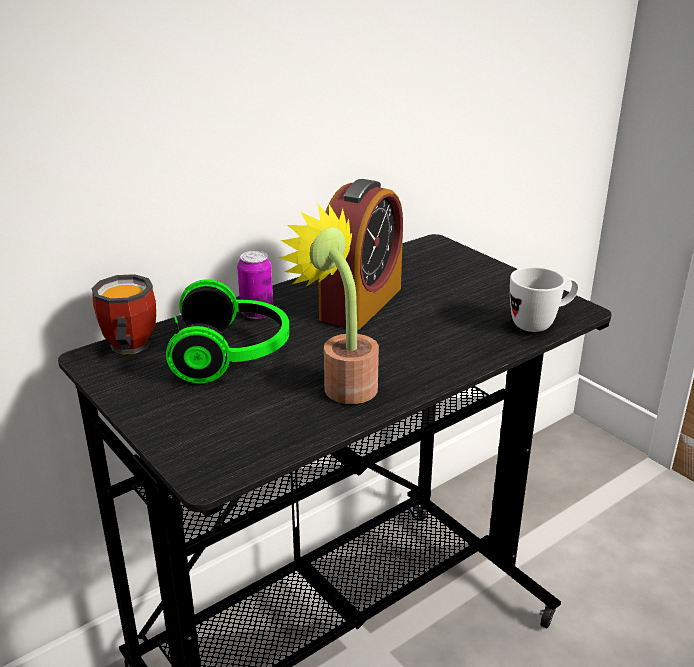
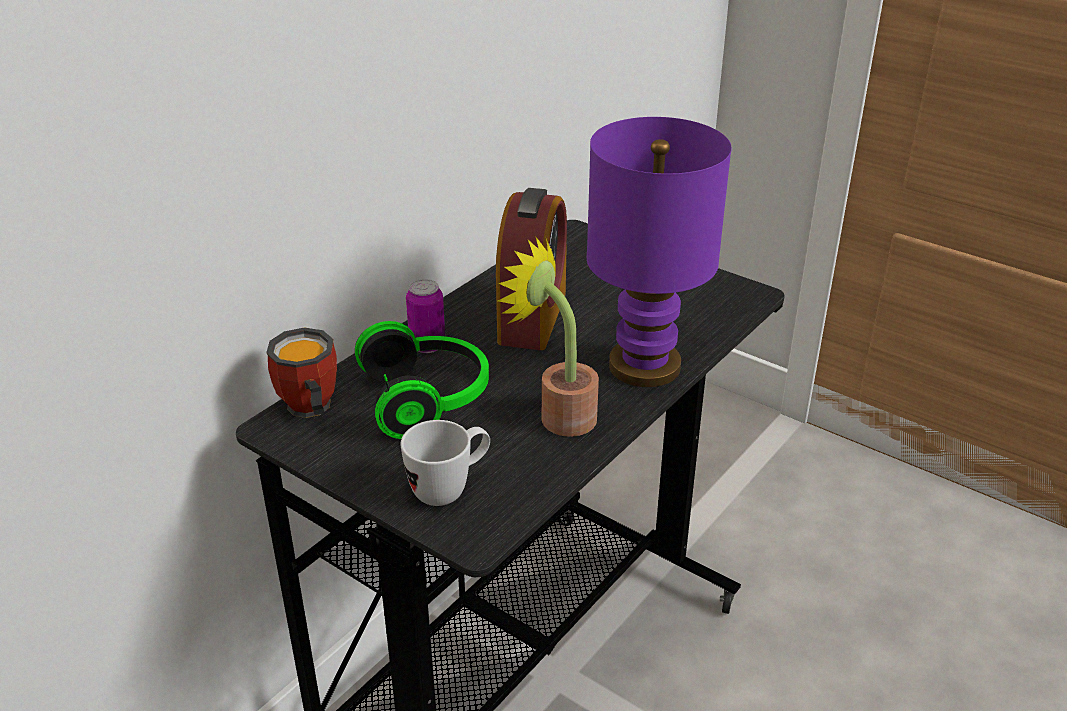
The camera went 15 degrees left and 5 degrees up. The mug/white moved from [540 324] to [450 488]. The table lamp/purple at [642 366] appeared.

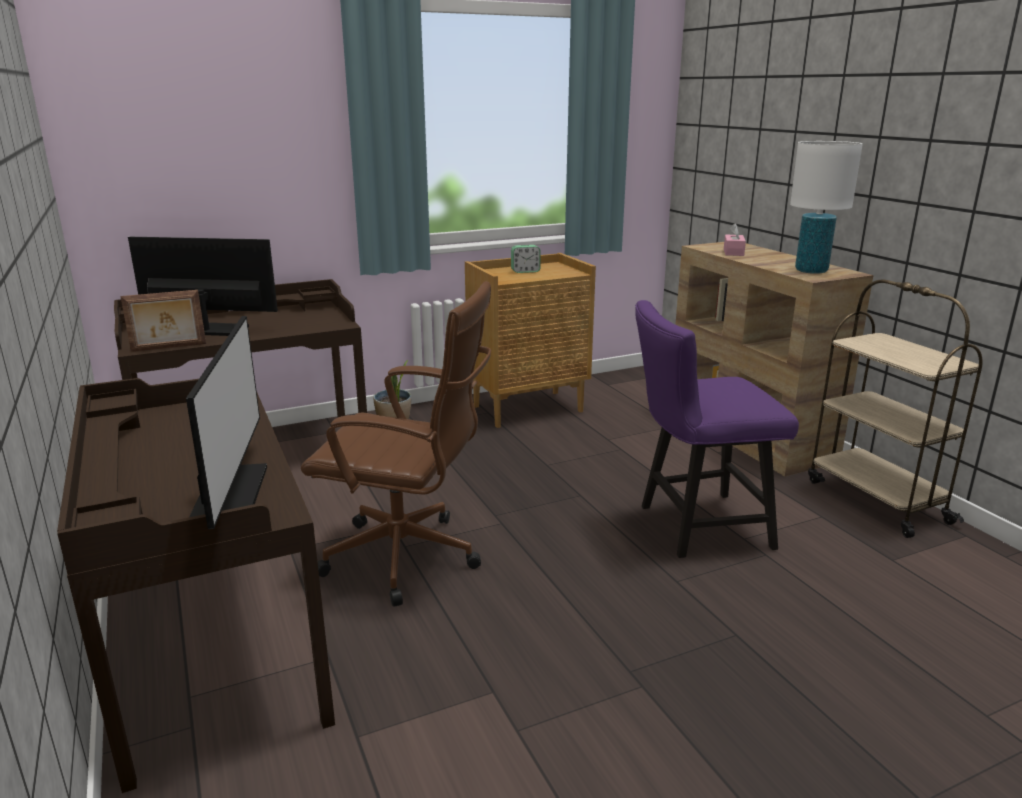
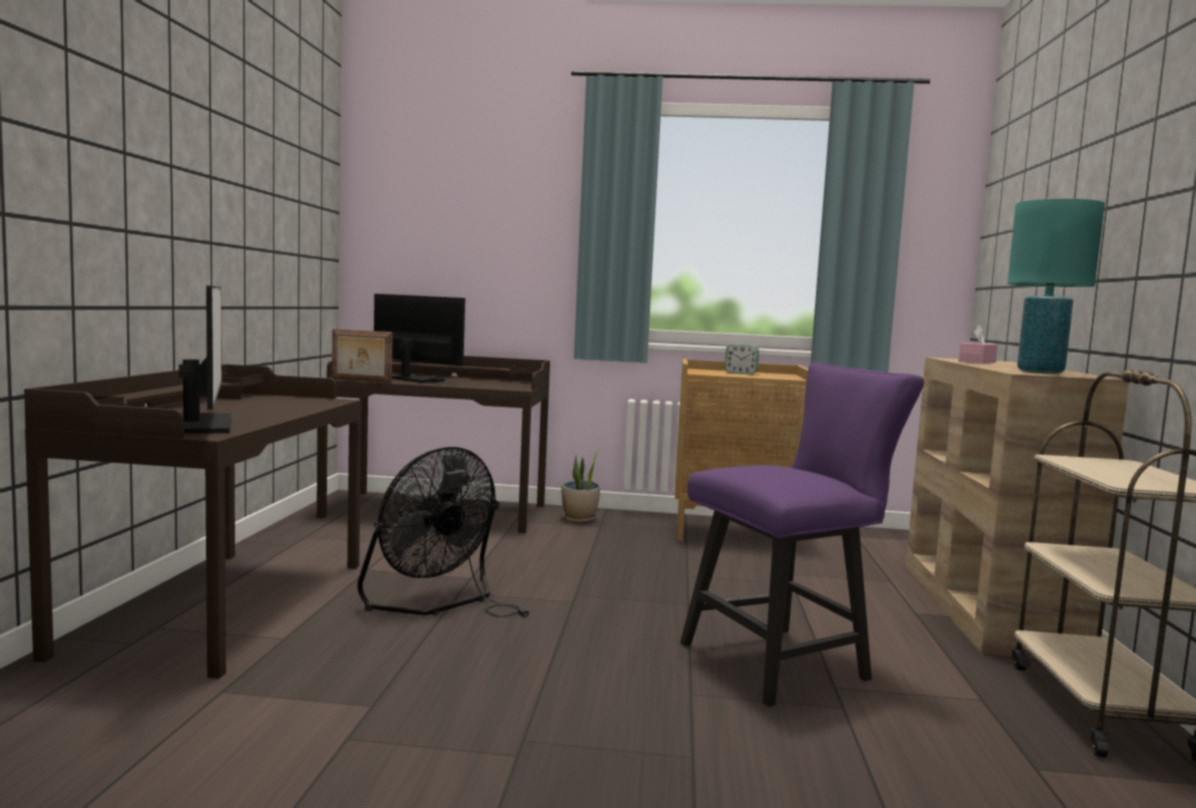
The camera went 30 degrees right and 15 degrees down. The monitor at [229 495] turned 45 degrees counterclockwise. The office chair/brown at [409 558] was replaced by the fan/black at [450 600]. The chair/purple at [695 527] turned 135 degrees clockwise. The table lamp/white at [811 271] became the table lamp/turquoise at [1040 372].

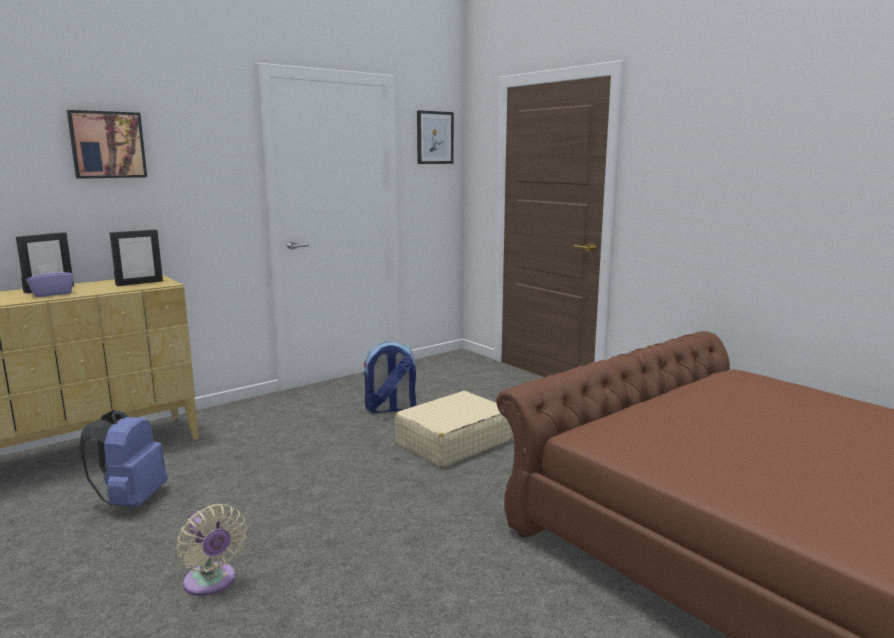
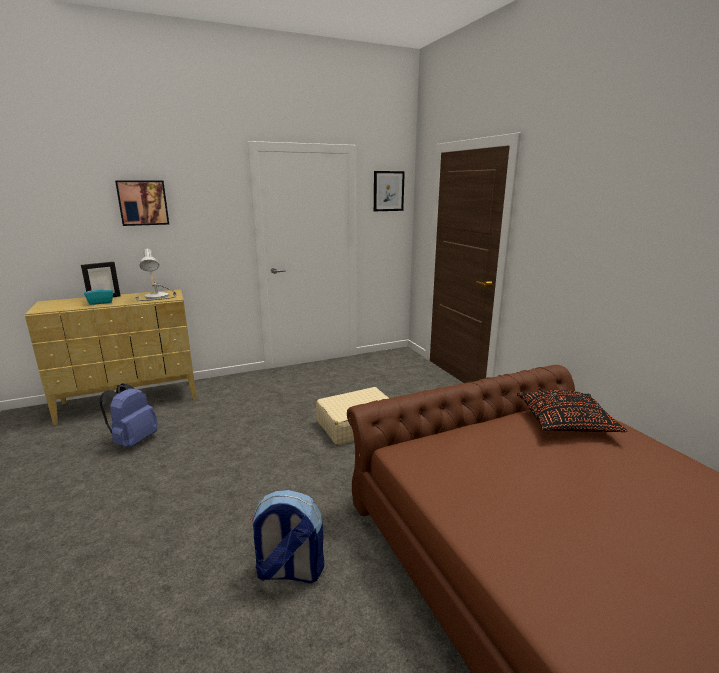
The camera went 15 degrees right and 5 degrees up. The tissue box/purple at [52 294] became the tissue box/turquoise at [101 302]. The picture frame at [139 283] was replaced by the table lamp at [159 296]. The fan/beige at [211 583] disappeared. The backpack moved from [390 409] to [289 571]. The pillow/black at [565 423] appeared.

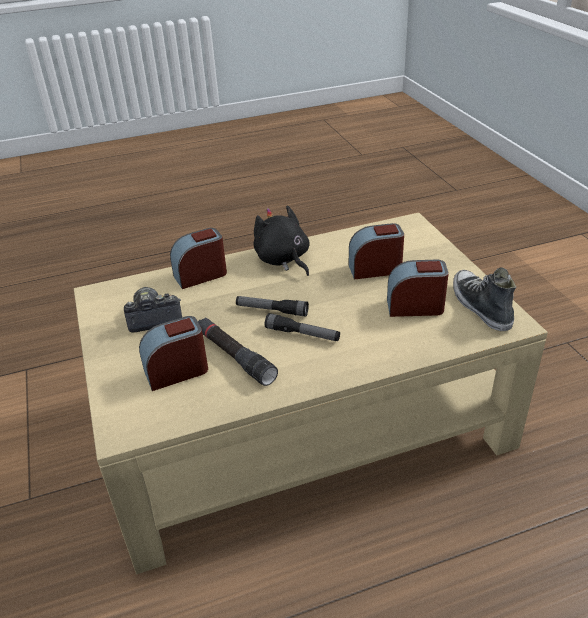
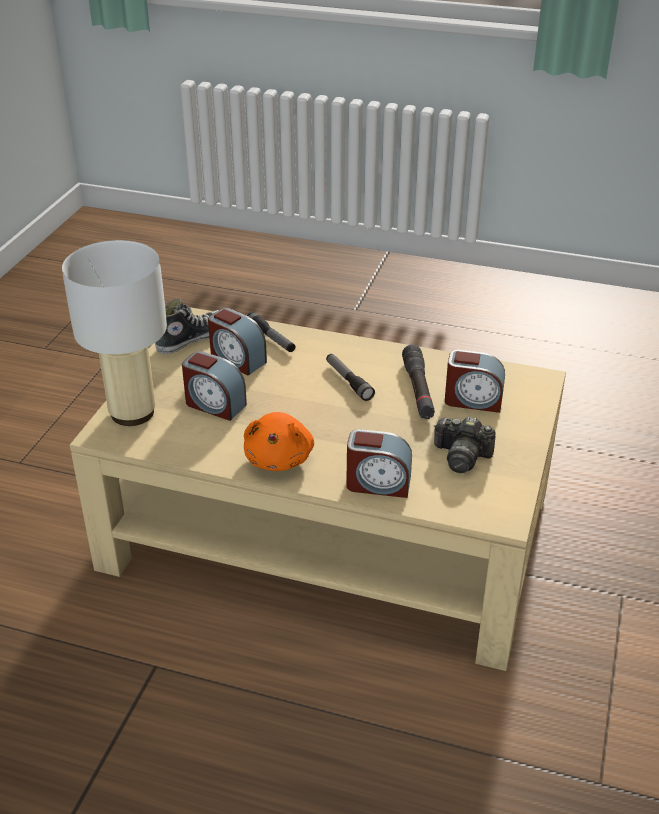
The camera went 145 degrees left and 0 degrees up. The flashlight moved from [272 310] to [271 339]. The plush toy/black at [283 260] became the plush toy/orange at [279 458]. The shoe at [480 306] turned 150 degrees counterclockwise. The table lamp/white at [133 414] appeared.

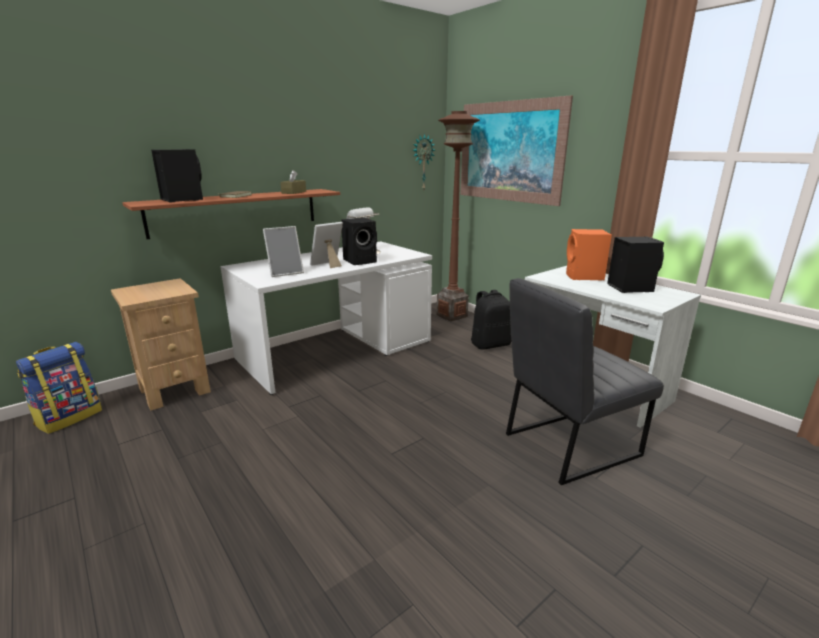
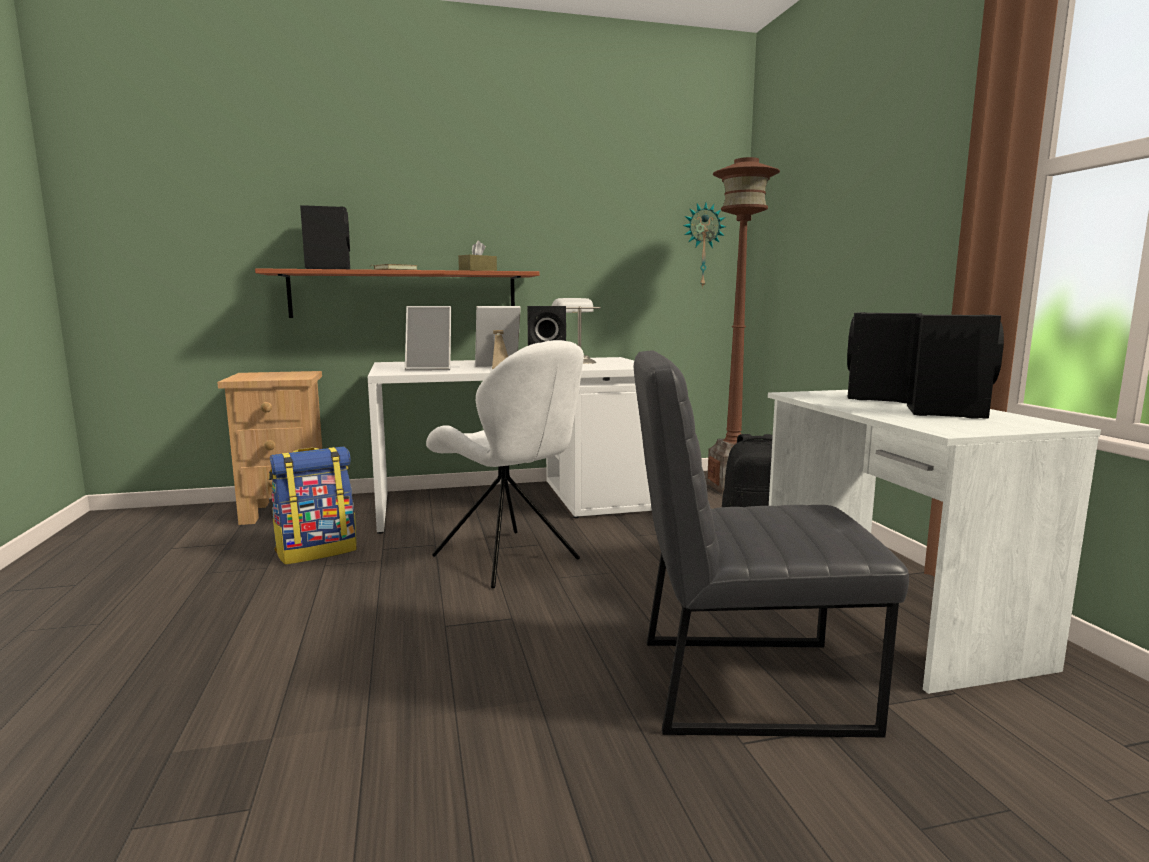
The camera went 25 degrees right and 10 degrees down. The backpack moved from [69 417] to [317 551]. The picture at [509 152] disappeared. The speaker/orange at [584 277] became the speaker/black at [879 398]. The chair/white at [508 559] appeared.

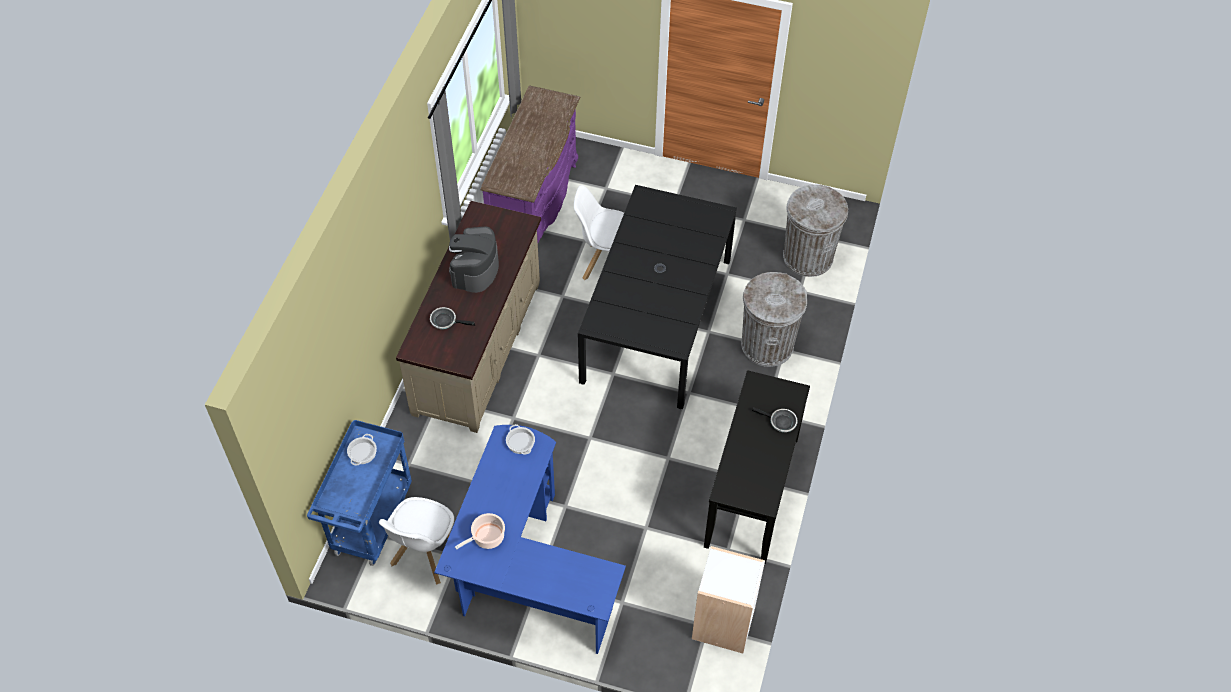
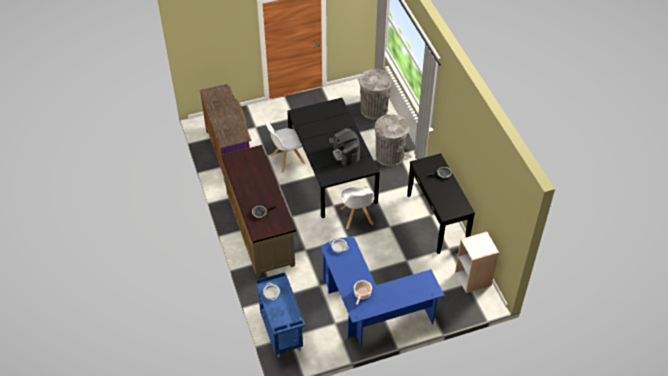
The camera went 35 degrees left and 5 degrees down. The chair/white moved from [425 555] to [357 218]. The coffee machine moved from [474 270] to [346 153].

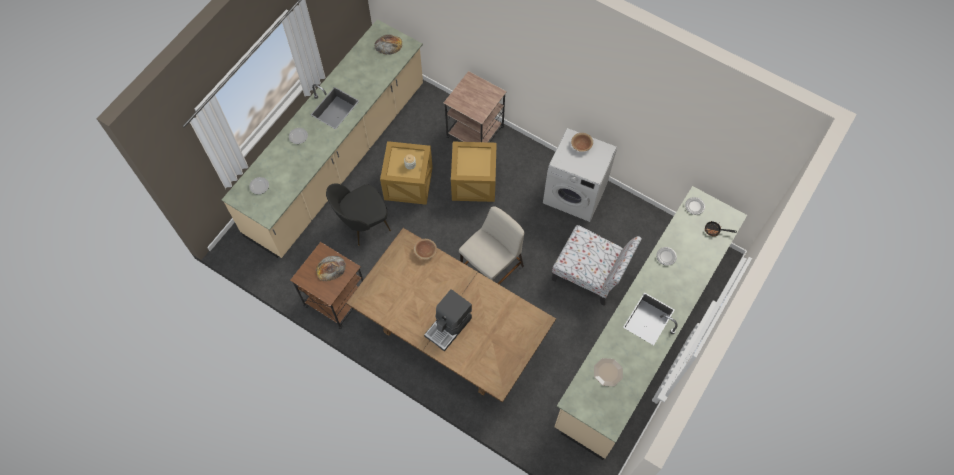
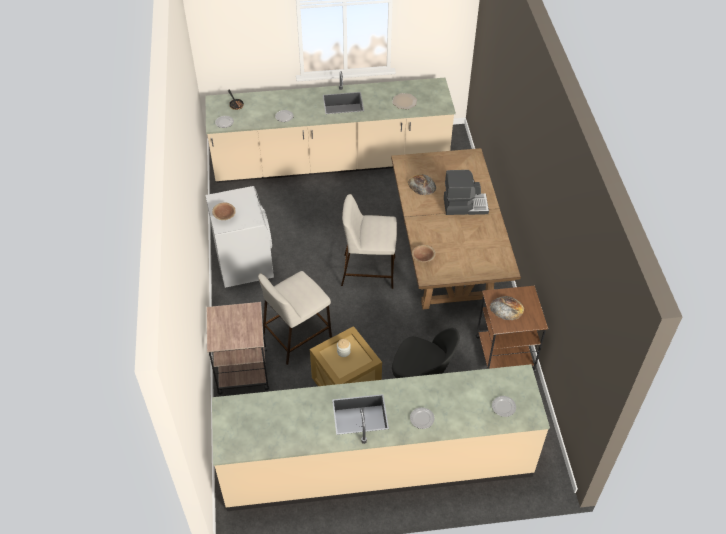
The camera went 130 degrees left and 15 degrees down. The bread moved from [388 44] to [422 185]. The crate at [474 182] was replaced by the stool/beige at [297 335]. The chair at [590 274] disappeared.

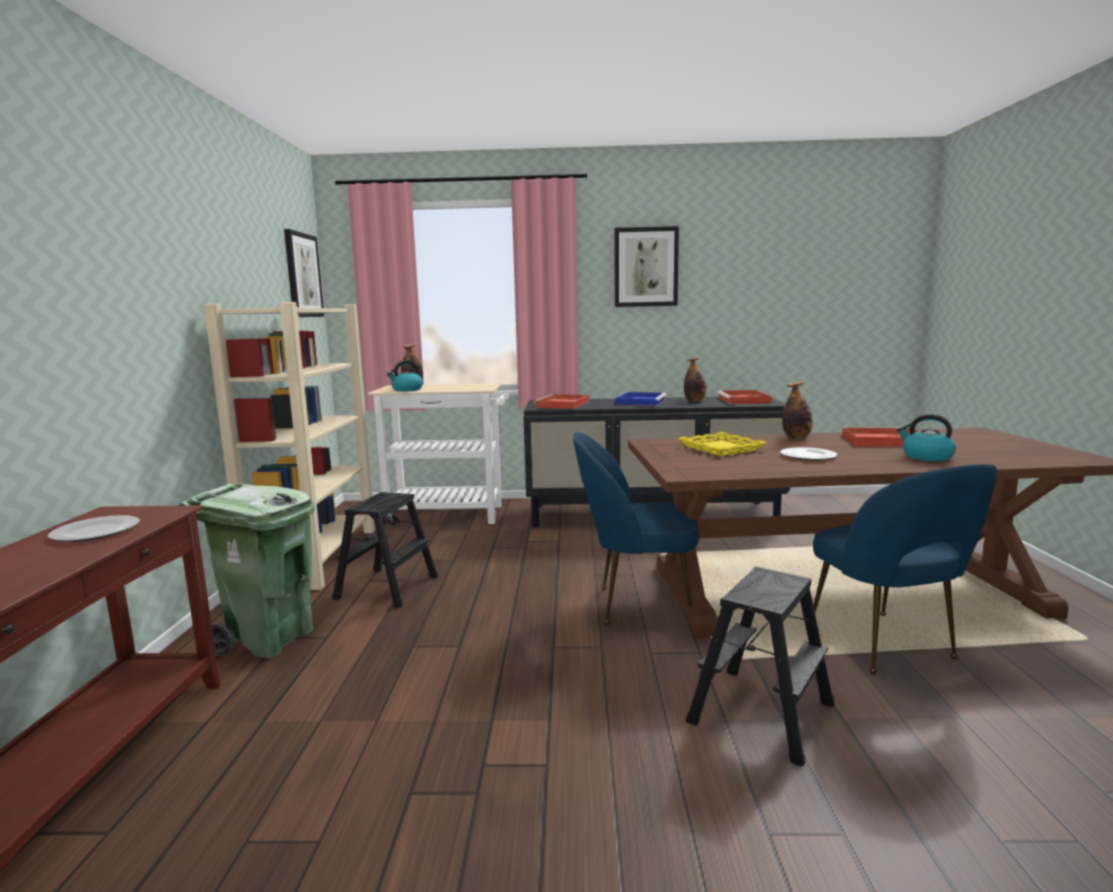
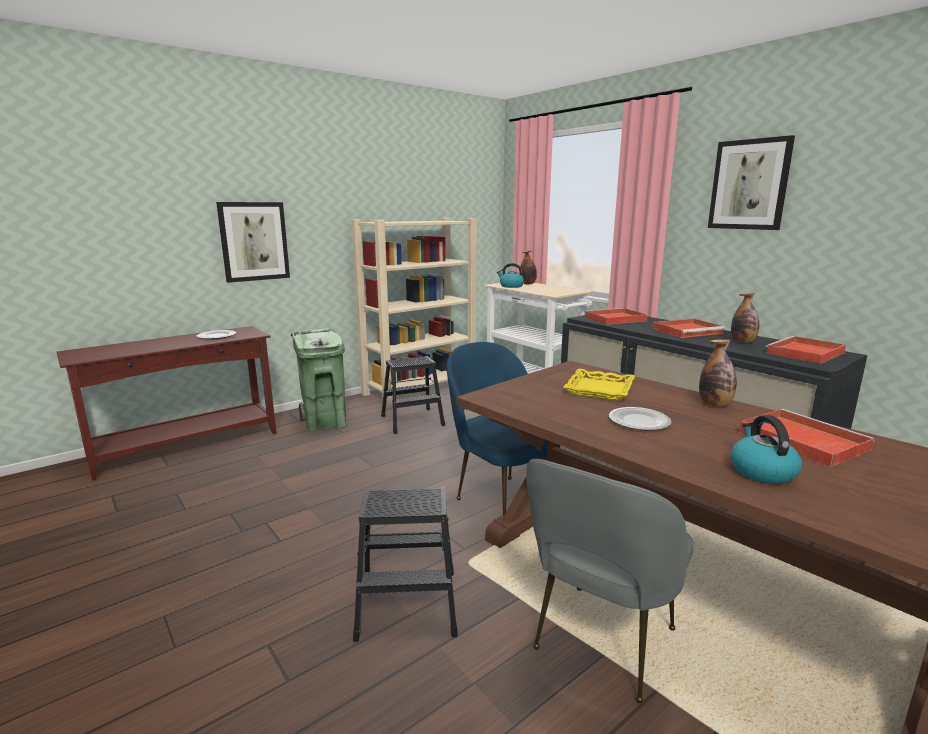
The camera went 50 degrees right and 5 degrees up. The picture moved from [303 275] to [254 241]. The tray/blue at [640 402] became the tray/red at [687 331]. The chair/blue at [886 648] became the chair/grey at [599 647].

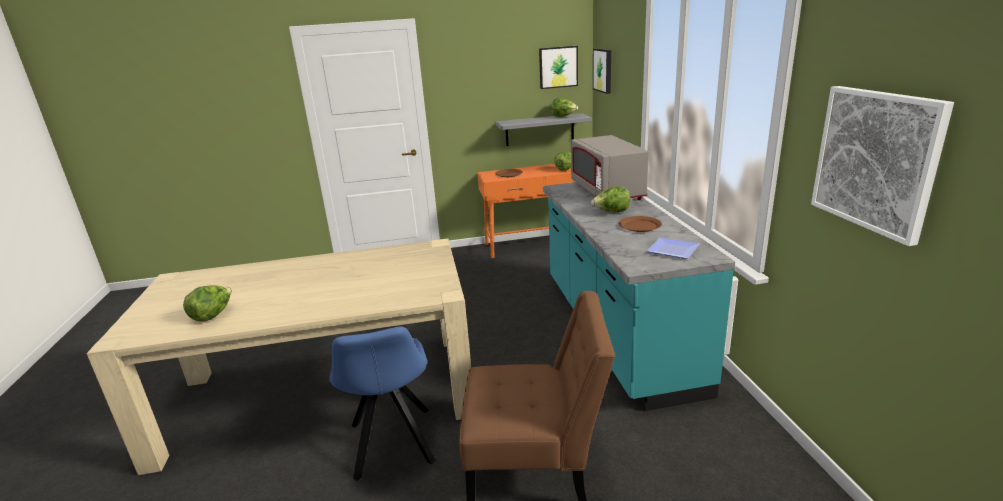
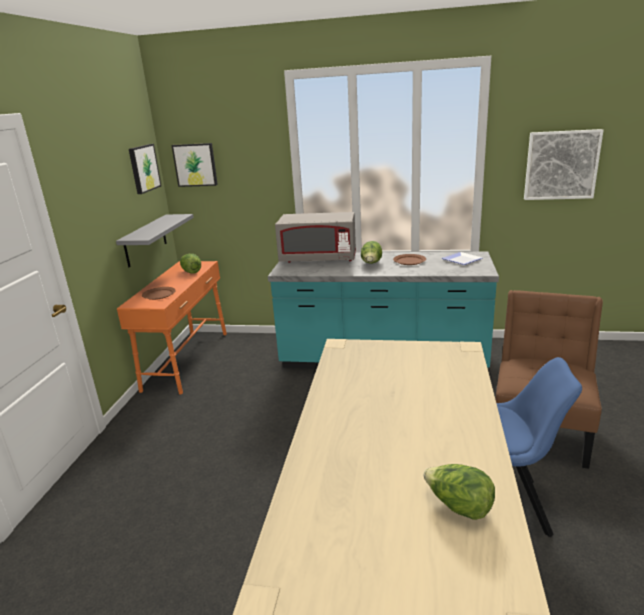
The camera went 70 degrees left and 0 degrees up. The lettuce at [563 117] disappeared.

